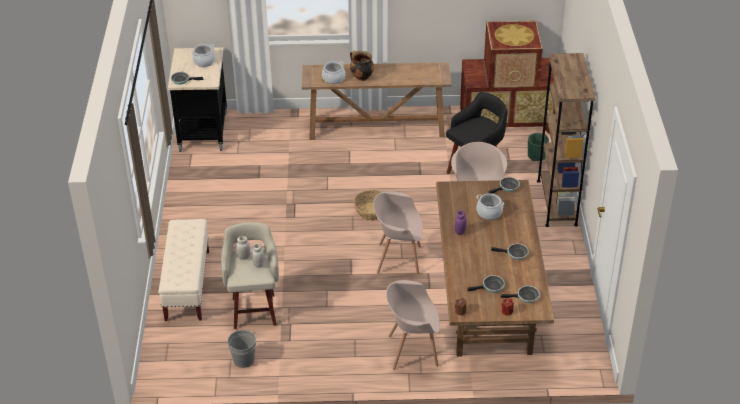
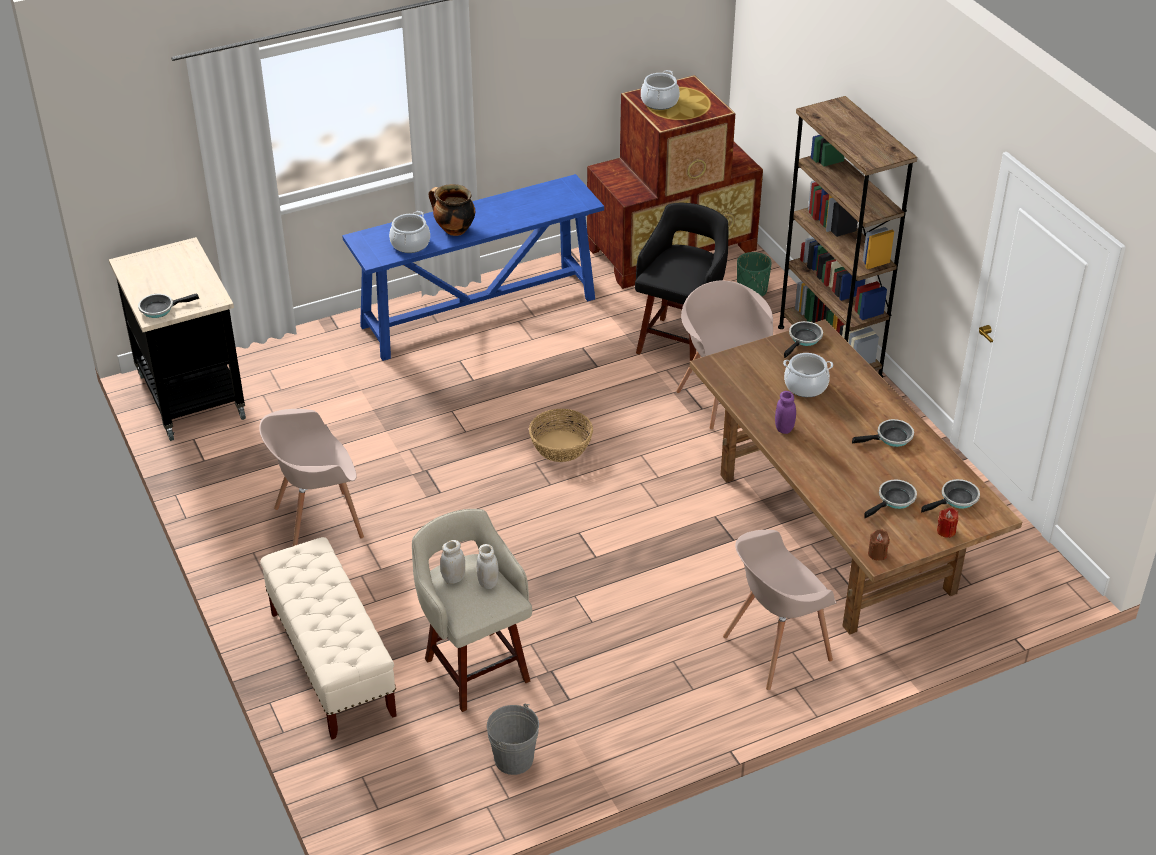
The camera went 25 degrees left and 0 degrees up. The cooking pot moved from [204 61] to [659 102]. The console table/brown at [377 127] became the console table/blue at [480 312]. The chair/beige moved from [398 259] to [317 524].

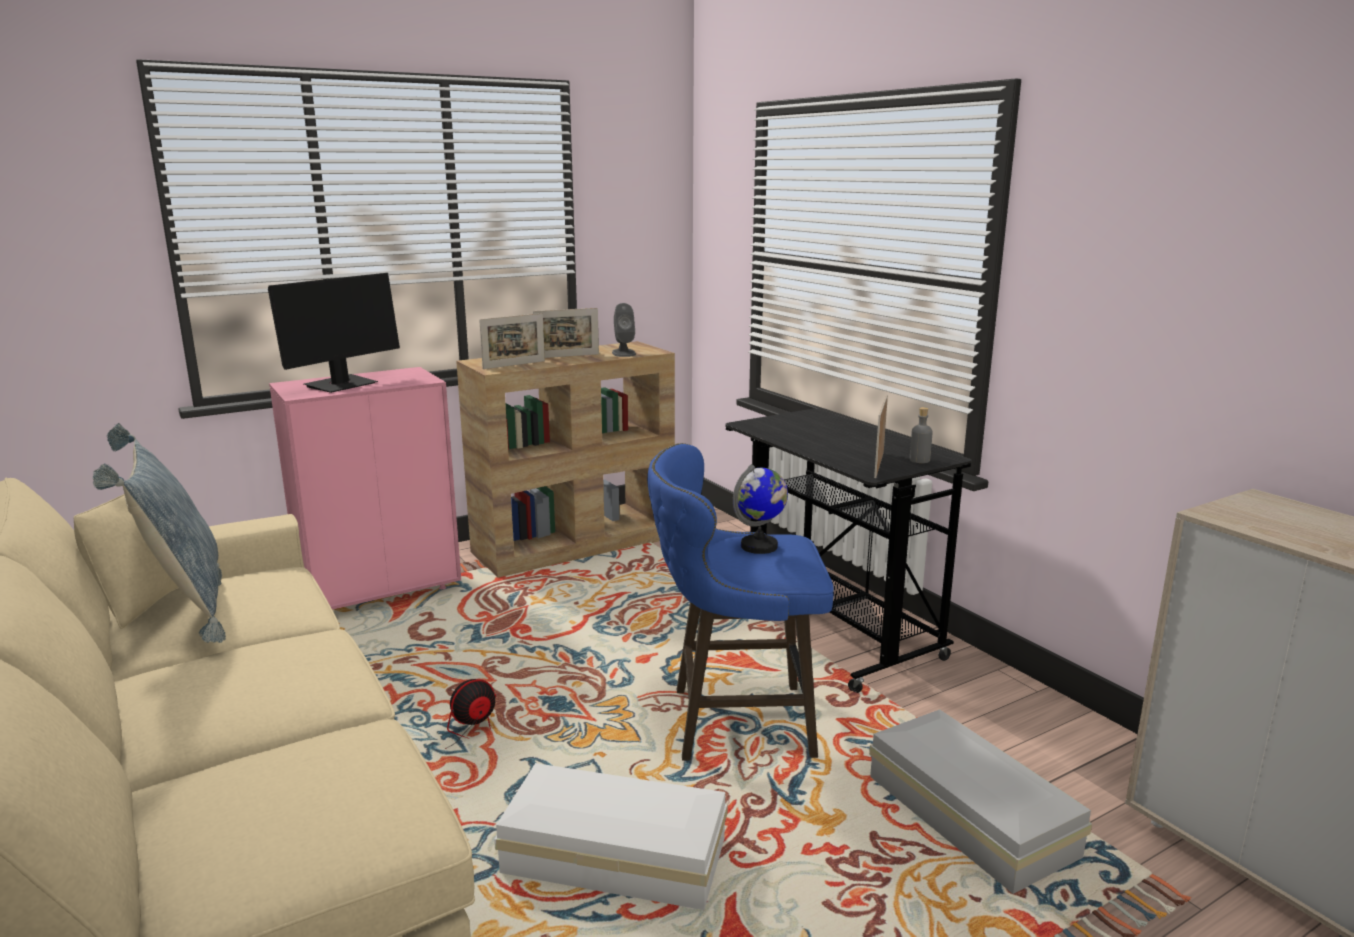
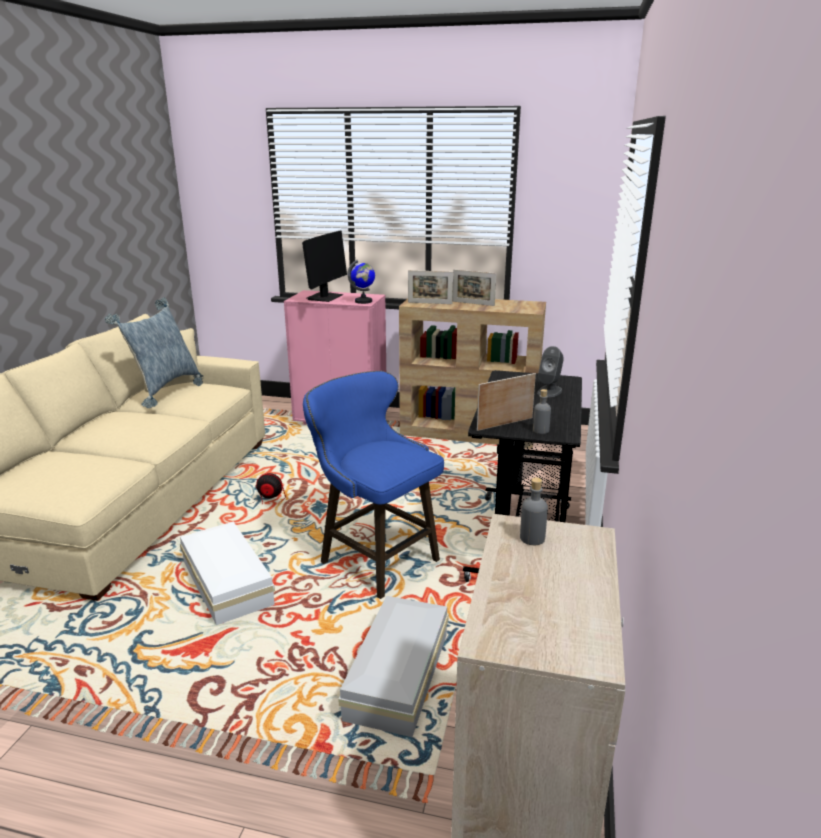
The camera went 45 degrees right and 5 degrees up. The monitor at [341 385] turned 60 degrees counterclockwise. The speaker/grey moved from [623 353] to [549 391]. The globe moved from [759 546] to [363 301]. The bottle/grey at [532 538] appeared.

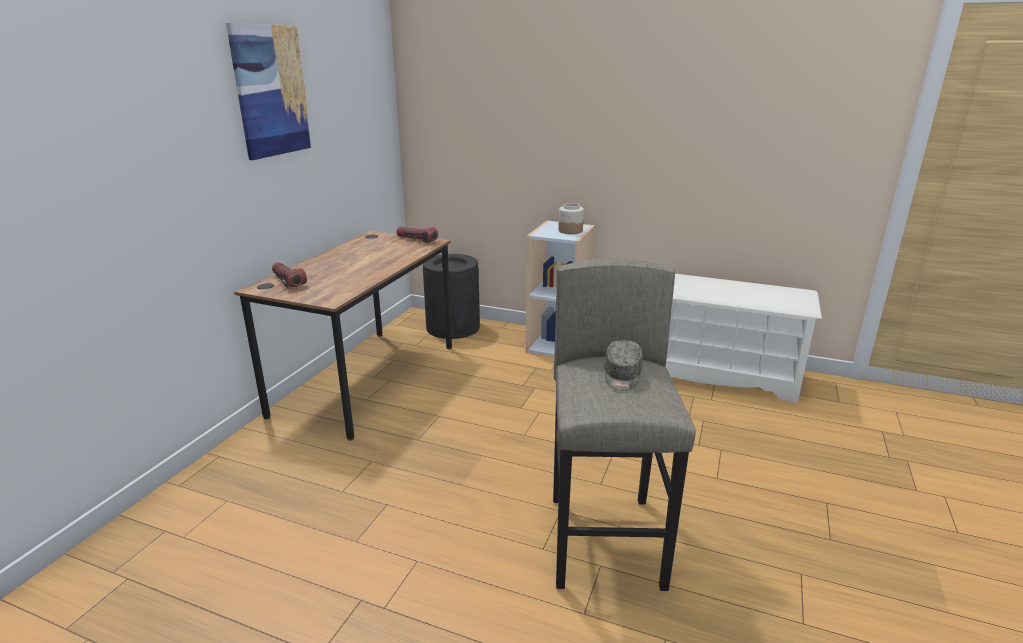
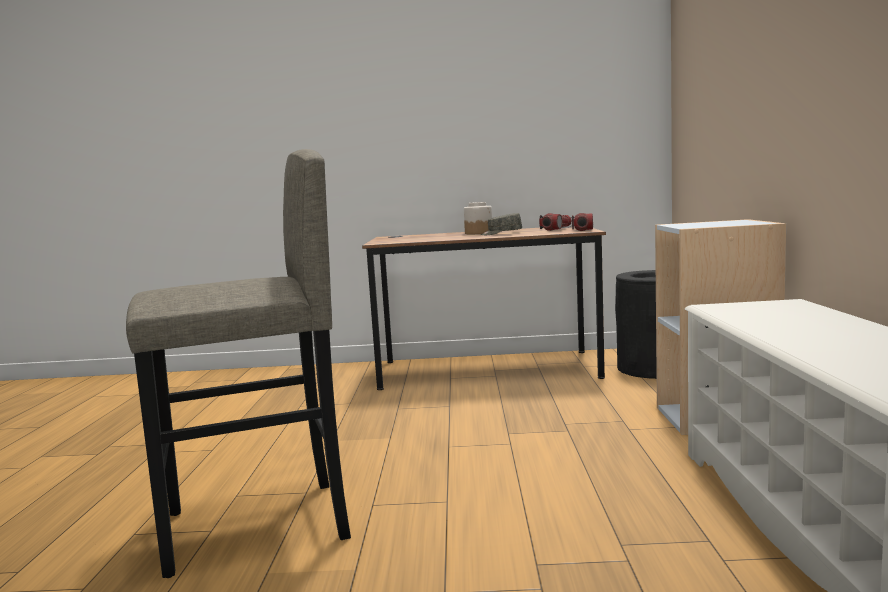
The camera went 70 degrees right and 15 degrees down. The picture at [271 91] disappeared. The flashlight moved from [288 281] to [557 229]. The jar moved from [570 231] to [478 233]. The cap/grey moved from [622 376] to [501 234].

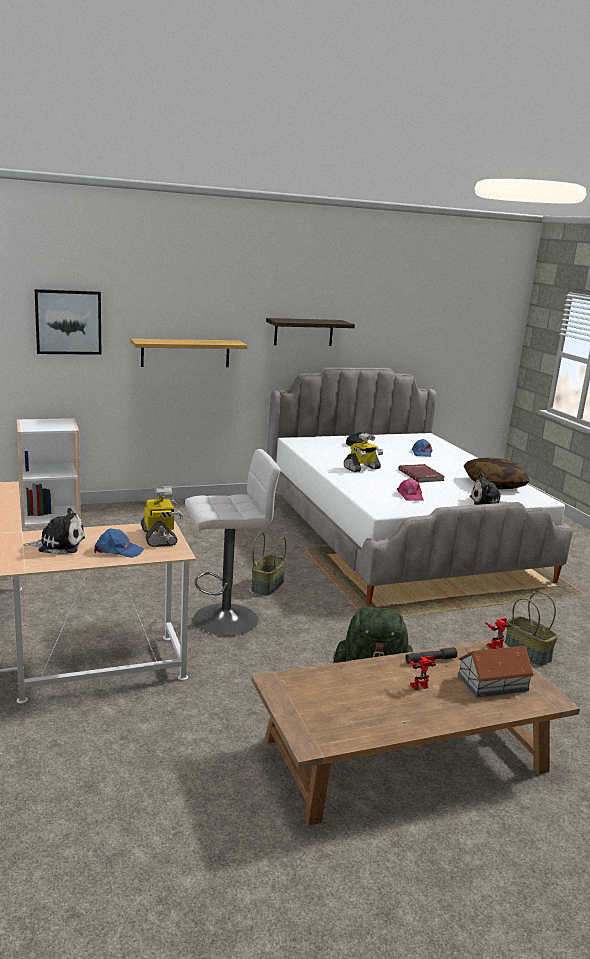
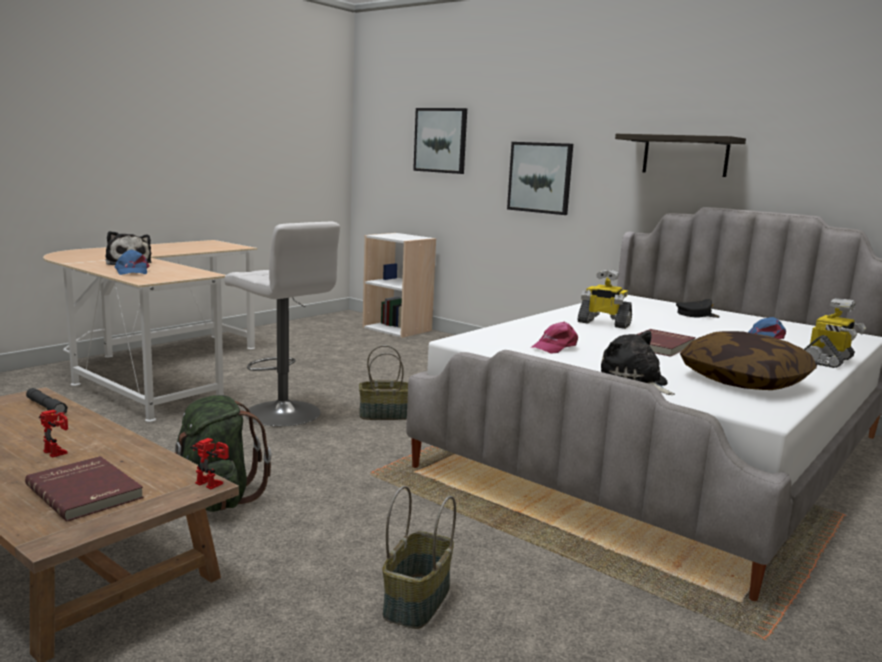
The camera went 60 degrees right and 5 degrees down. The shelf at [185 353] was replaced by the picture at [540 177]. The toy robot moved from [159 537] to [828 360]. The flashlight/grey moved from [430 660] to [46 407]. The toy house at [492 683] was replaced by the book/red at [86 491].

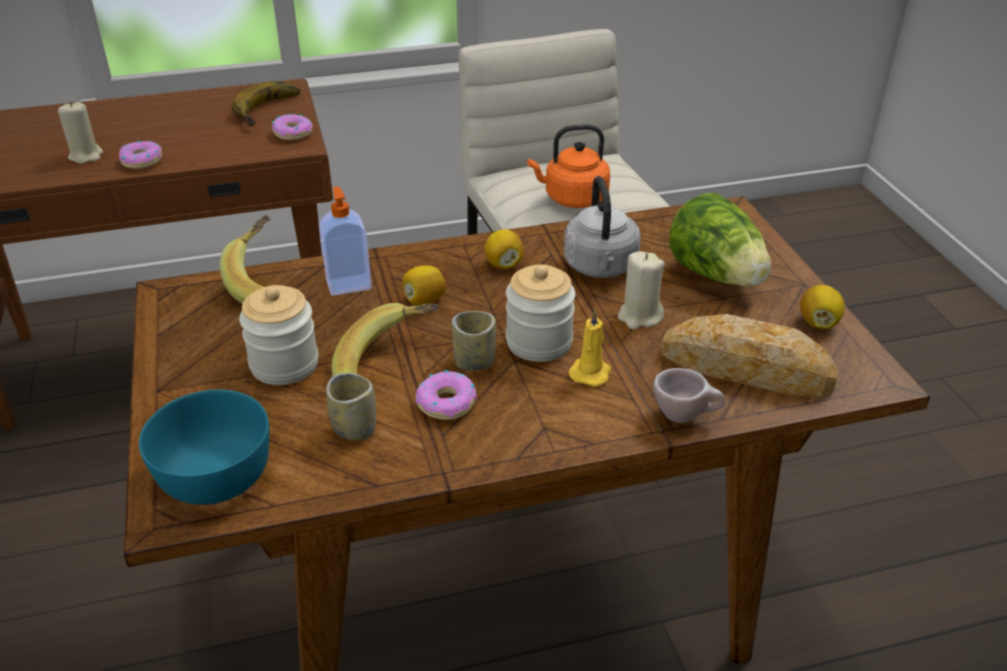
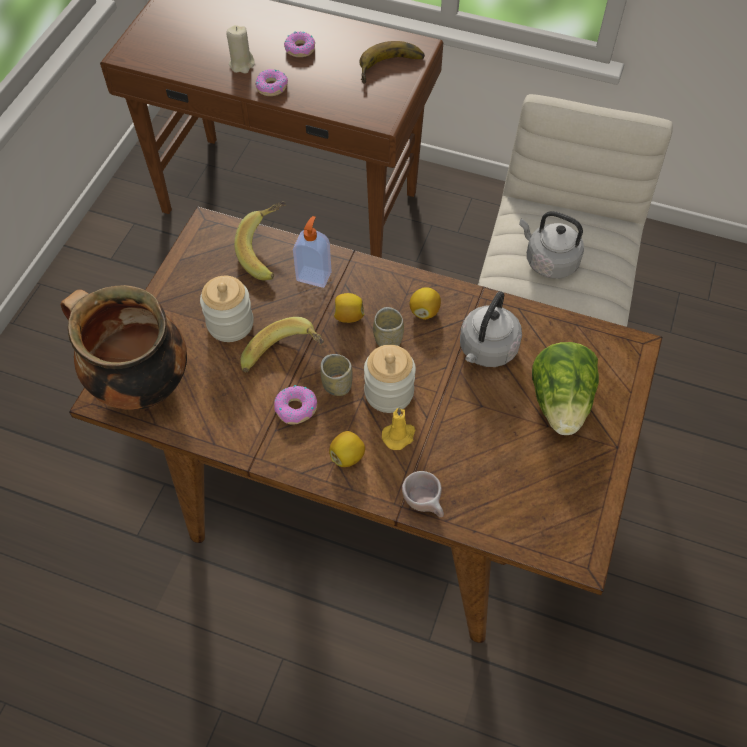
The camera went 35 degrees right and 20 degrees up. The bowl/turquoise at [214 476] was replaced by the cooking pot at [140 386]. The donut moved from [293 133] to [300 49]. The cup moved from [354 429] to [388 340]. The kettle/orange at [572 198] became the kettle/grey at [548 261]. The candle/beige at [639 316] disappeared. The bread at [746 367] disappeared. The lemon moved from [818 323] to [347 456].

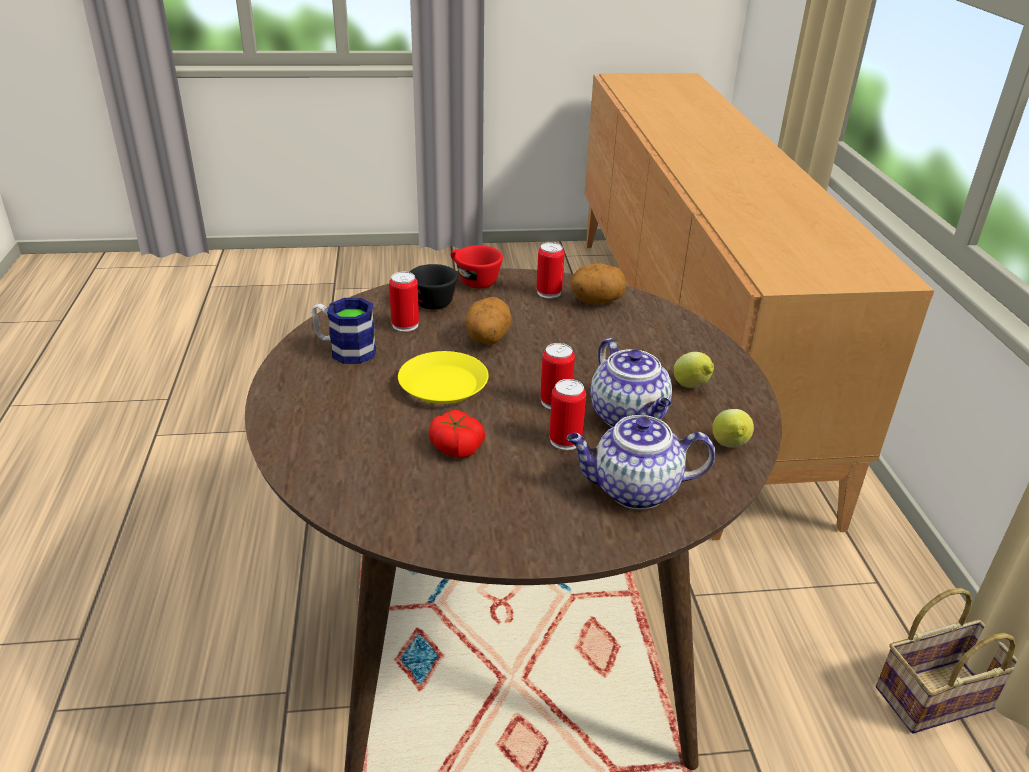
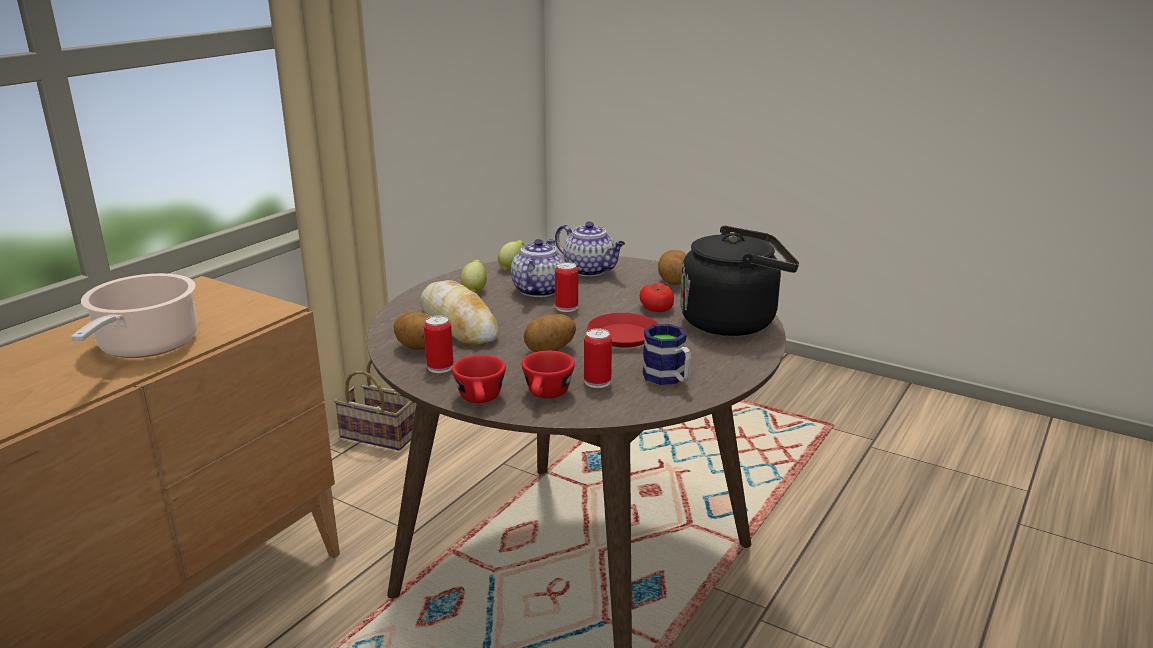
The camera went 140 degrees left and 10 degrees down. The plate/yellow at [444 384] became the plate/red at [622 336]. The cup/black at [430 300] became the cup/red at [547 395]. The can at [565 440] disappeared. The cooking pot at [146 346] appeared. The bread at [459 324] appeared. The potato at [674 282] appeared. The kettle/black at [734 321] appeared.

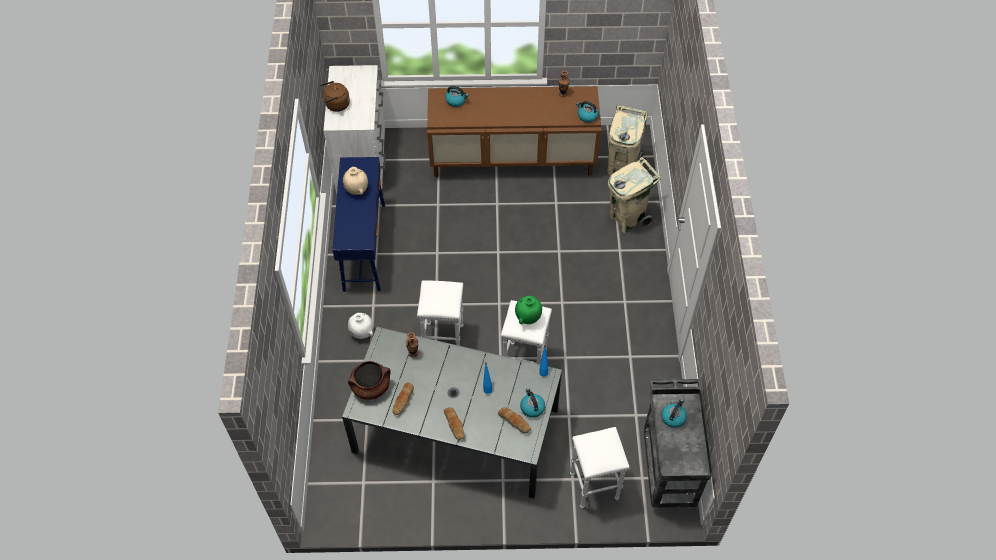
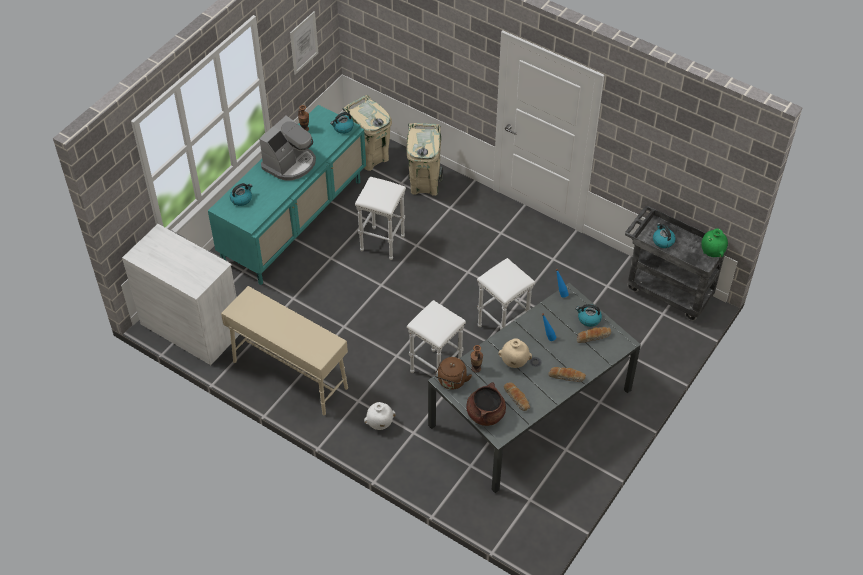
The camera went 55 degrees left and 5 degrees down. The kettle/brown moved from [336 105] to [451 382]. The console table/blue at [365 247] became the console table/beige at [290 374]. The vase/beige moved from [356 190] to [514 362]. The cabinet/brown at [512 159] became the cabinet/turquoise at [294 222]. The vase/green moved from [528 318] to [712 253]. The stool/white moved from [593 485] to [381 243]. The coffee machine at [290 163] appeared. The picture at [304 43] appeared.

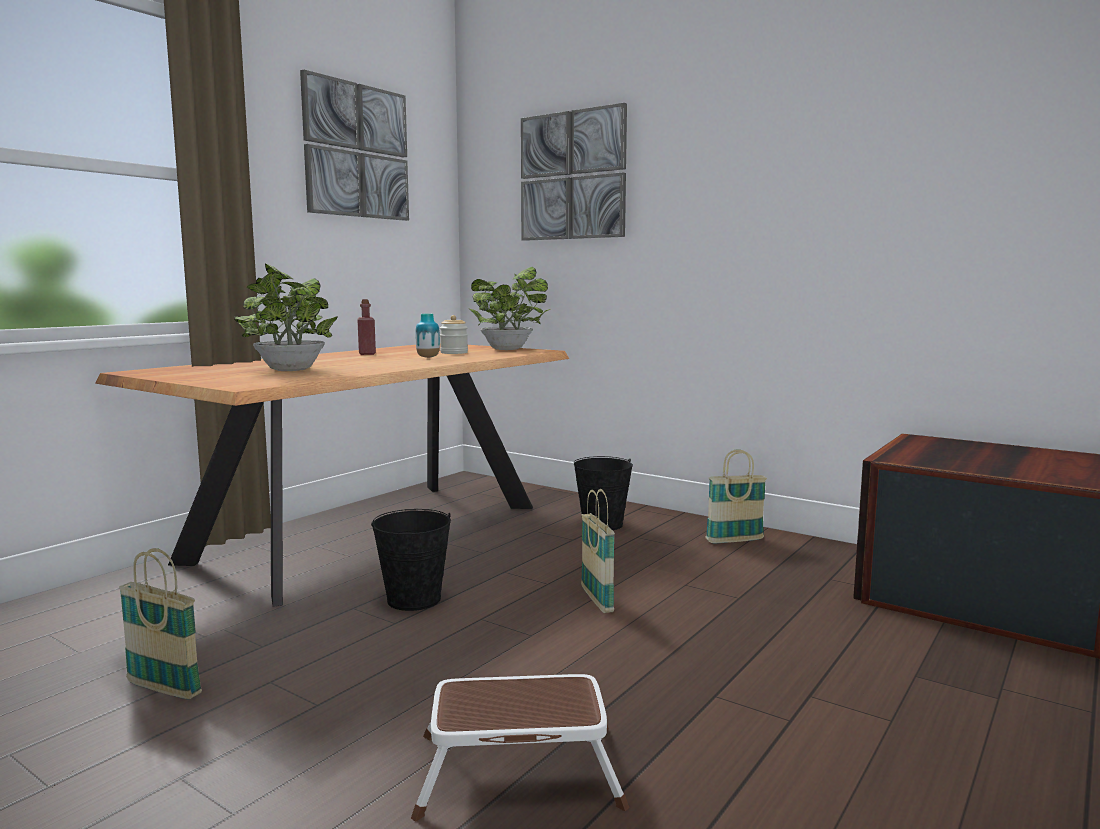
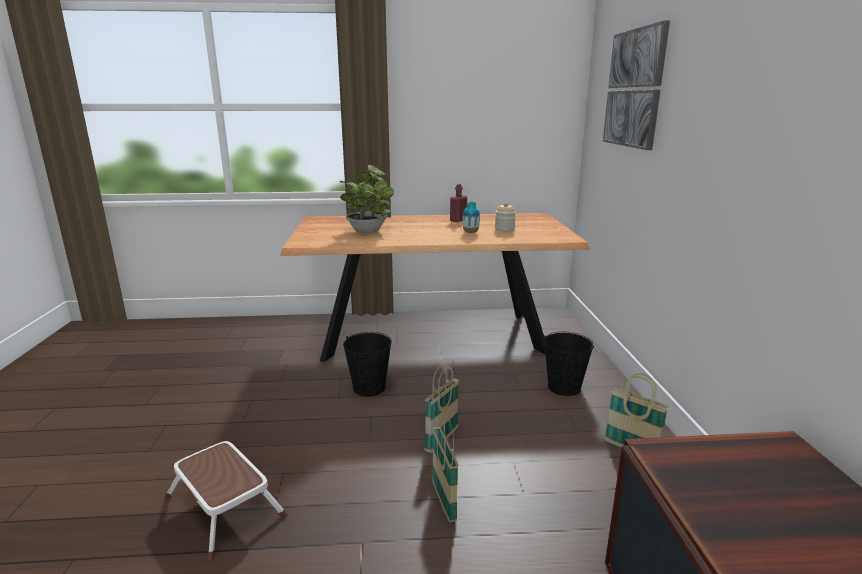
The camera went 50 degrees right and 10 degrees up. The basket moved from [164 689] to [444 502]. The picture at [356 151] disappeared. The potted plant at [510 349] disappeared.

